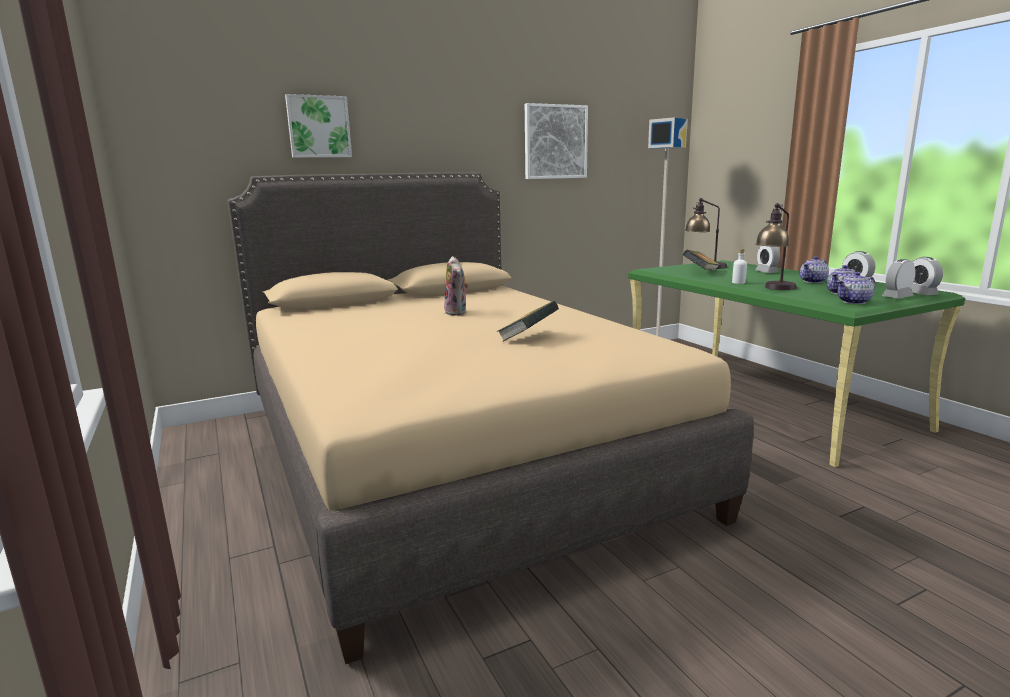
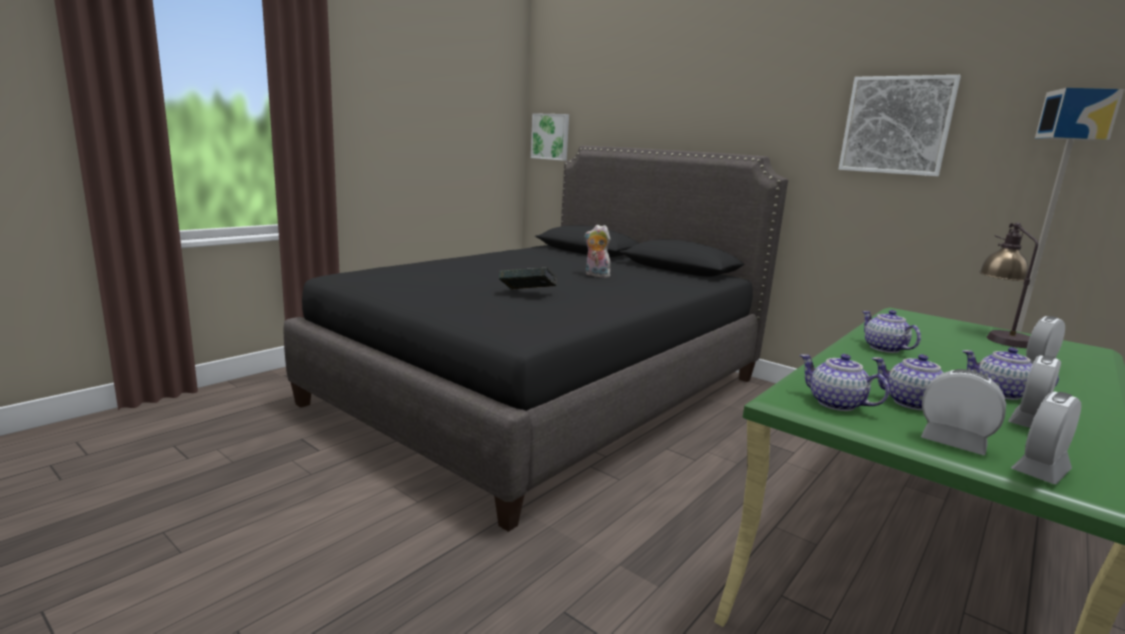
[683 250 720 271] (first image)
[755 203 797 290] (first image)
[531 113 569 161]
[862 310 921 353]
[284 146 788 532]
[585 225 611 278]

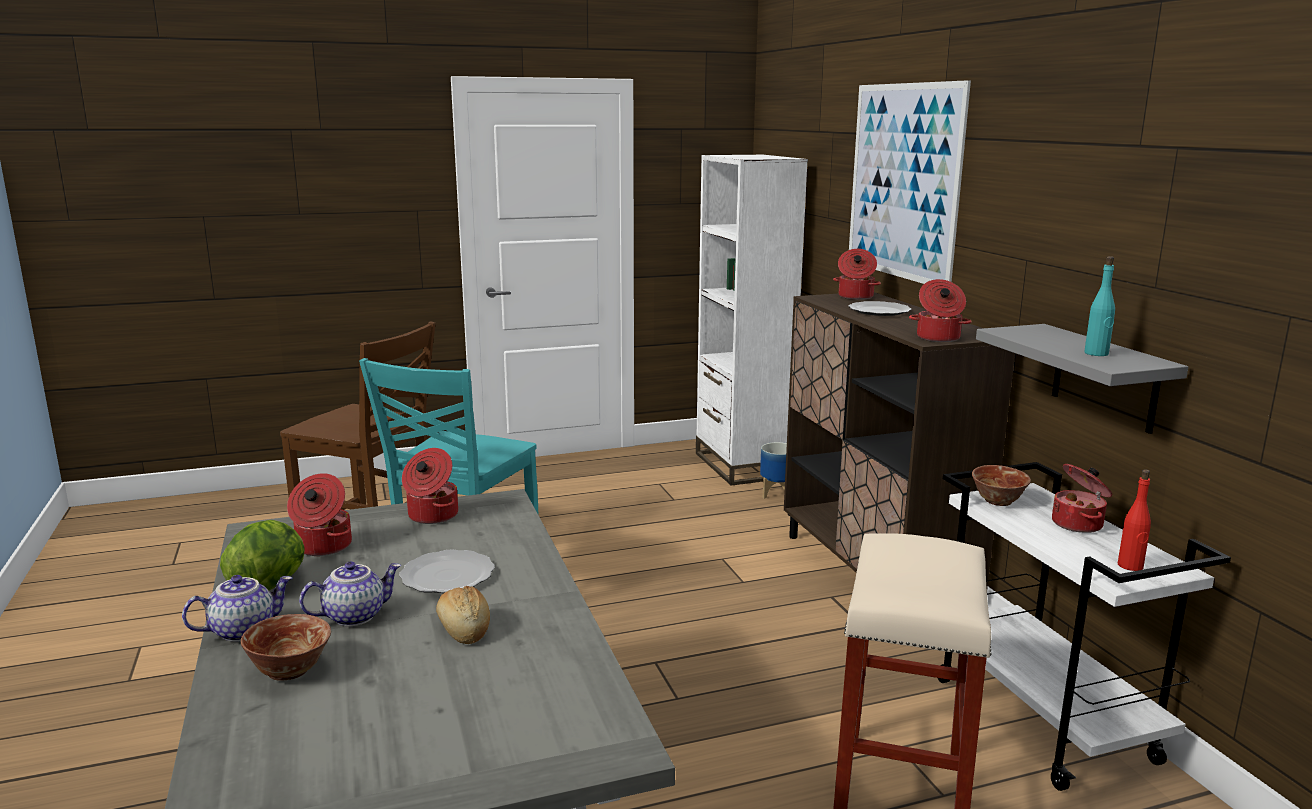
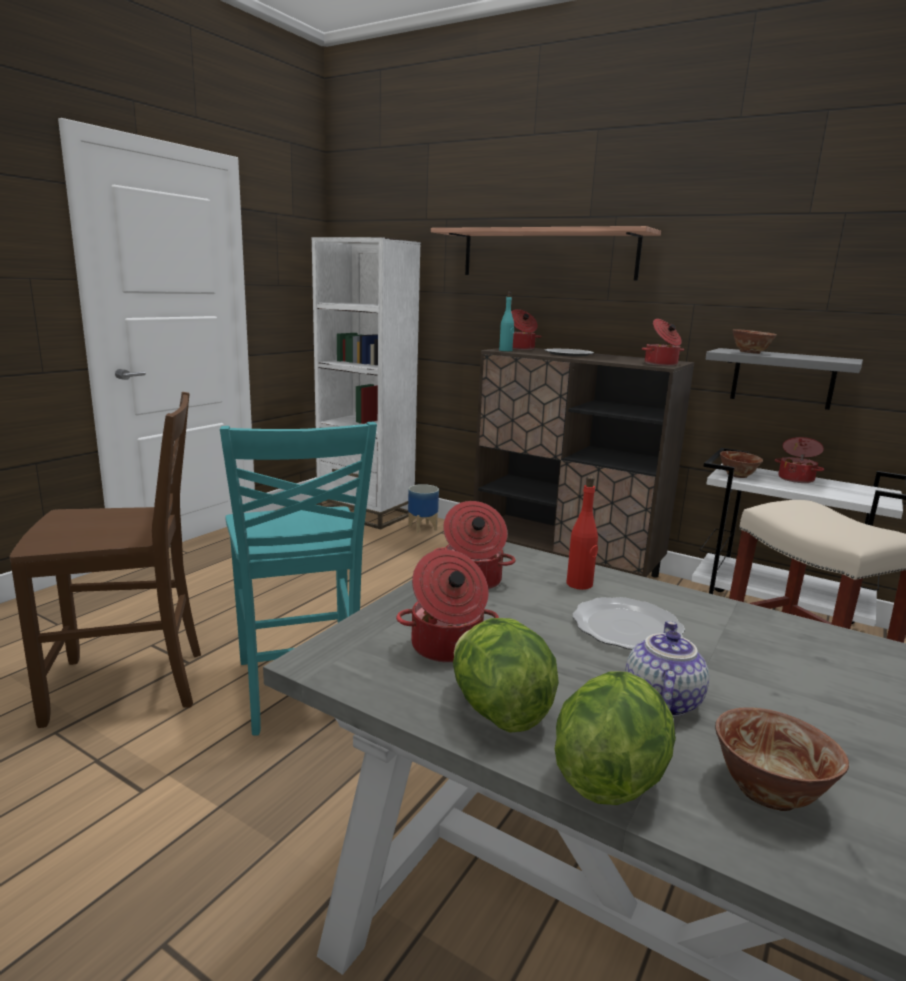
[436 586 490 644] (first image)
[732 329 777 354]
[499 292 514 351]
[567 476 598 590]
[555 672 676 805]
[431 226 661 281]

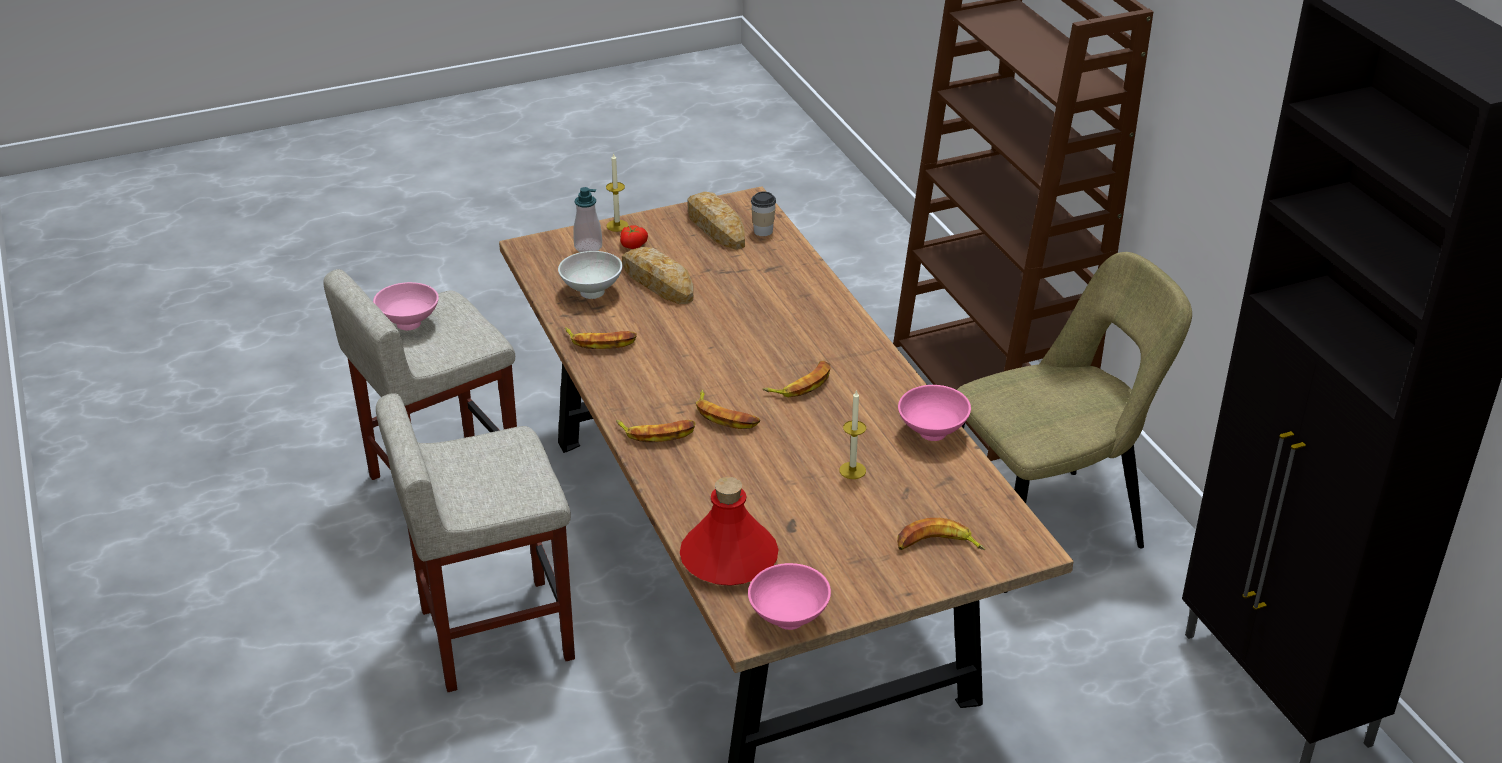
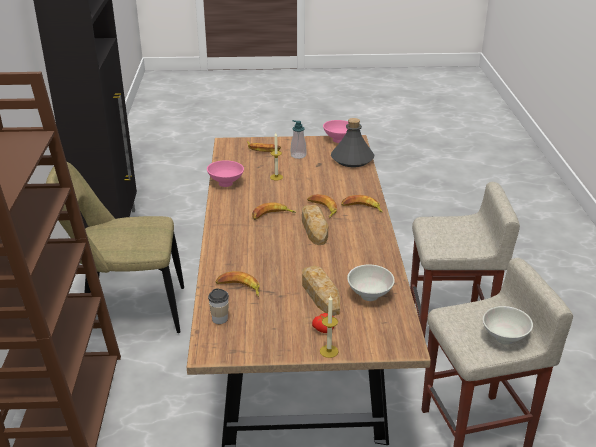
[216 271 259 297]
[291 120 306 159]
[302 205 328 245]
[483 306 533 345]
[331 118 374 167]

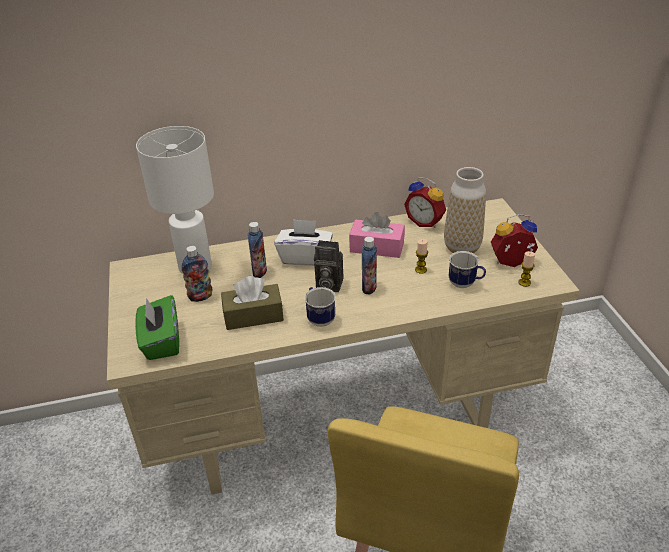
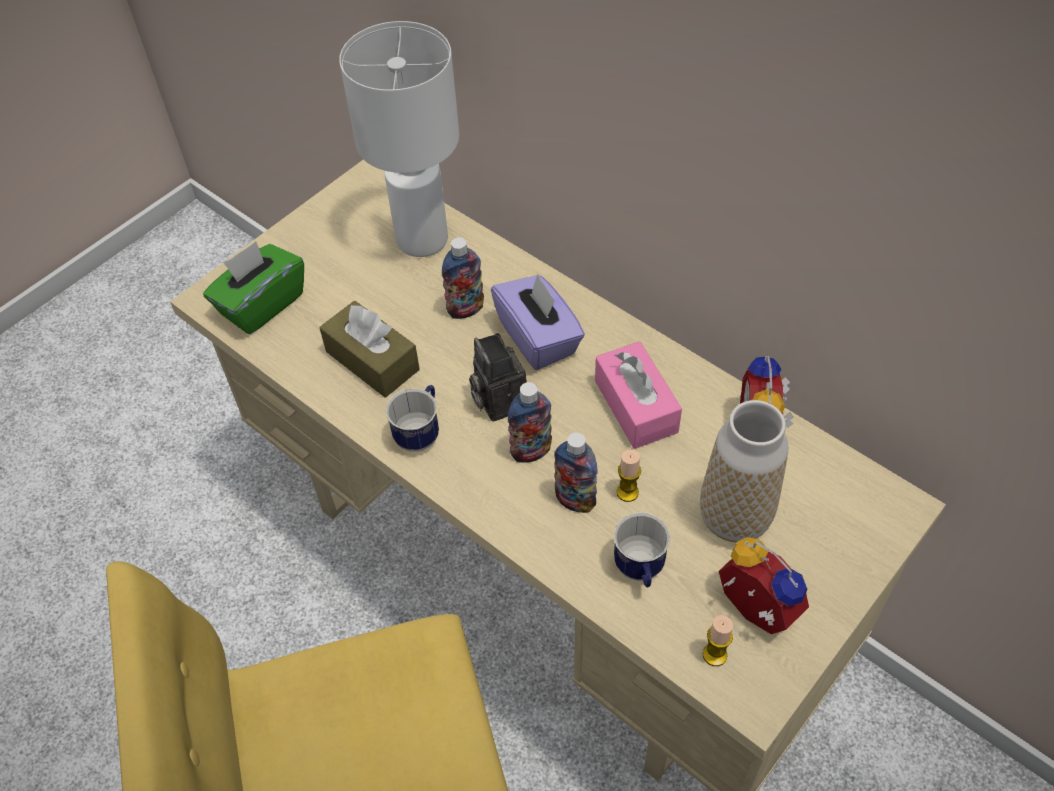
[554 432 598 513]
[491 274 585 370]

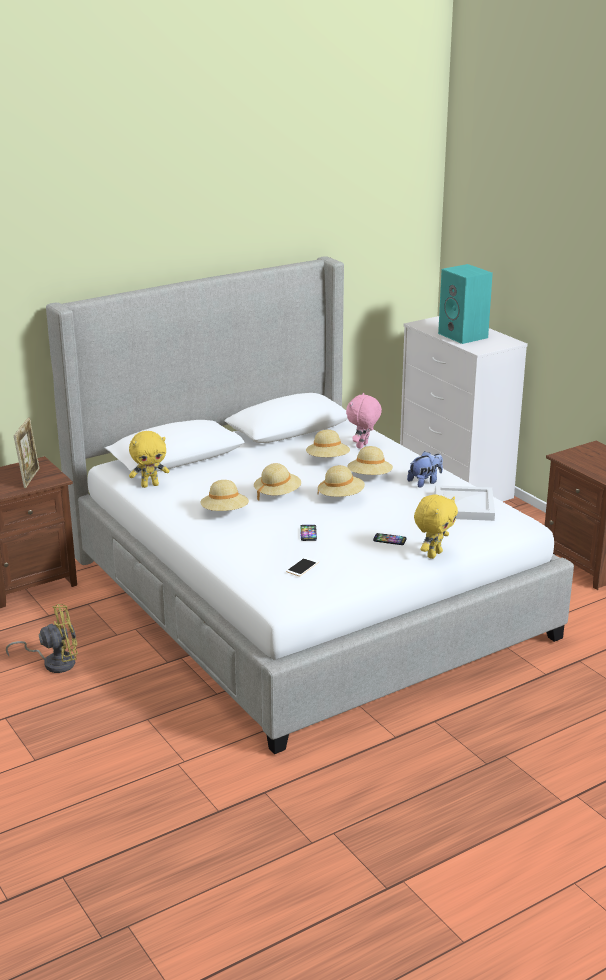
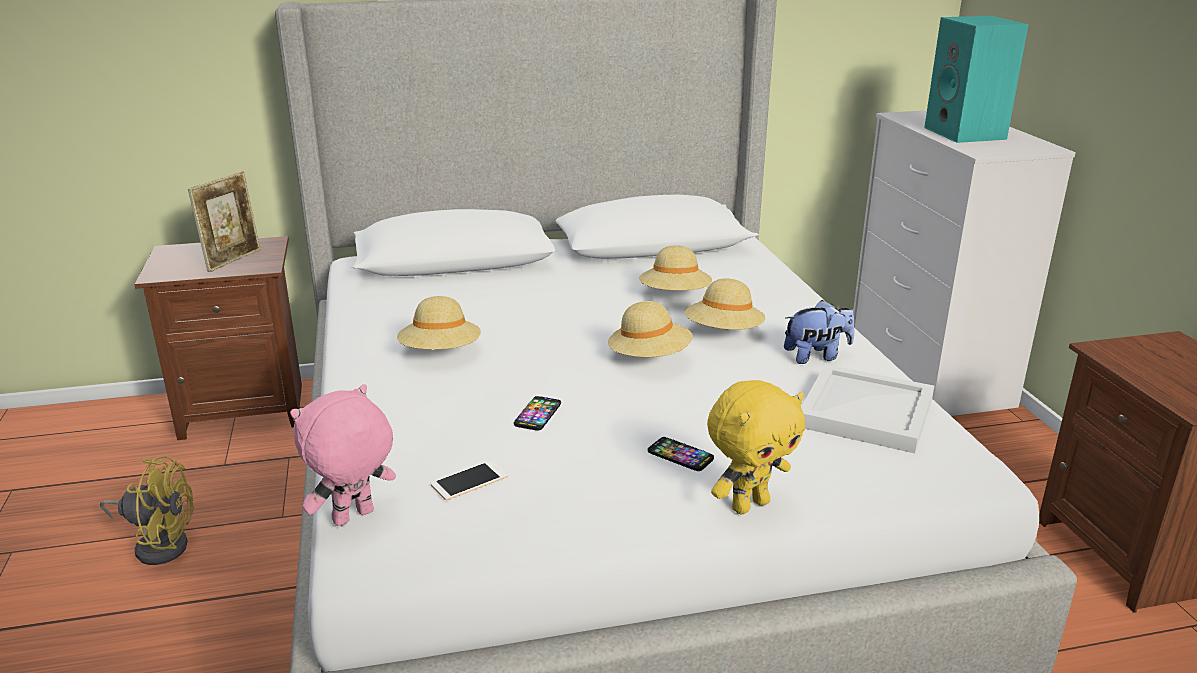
[129 431 169 488] (first image)
[254 463 301 501] (first image)
[290 384 396 526]

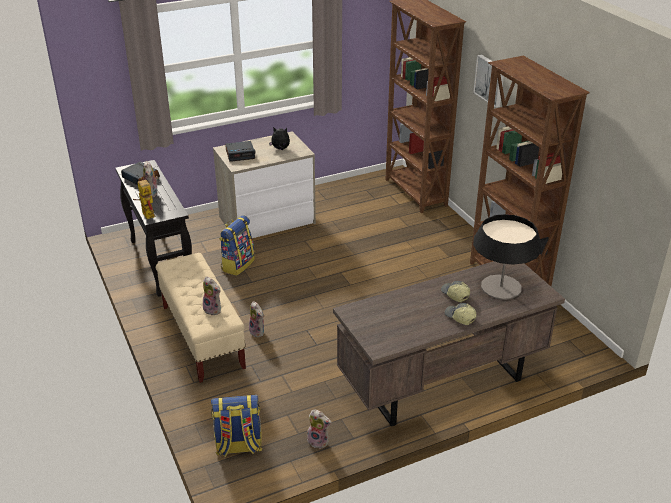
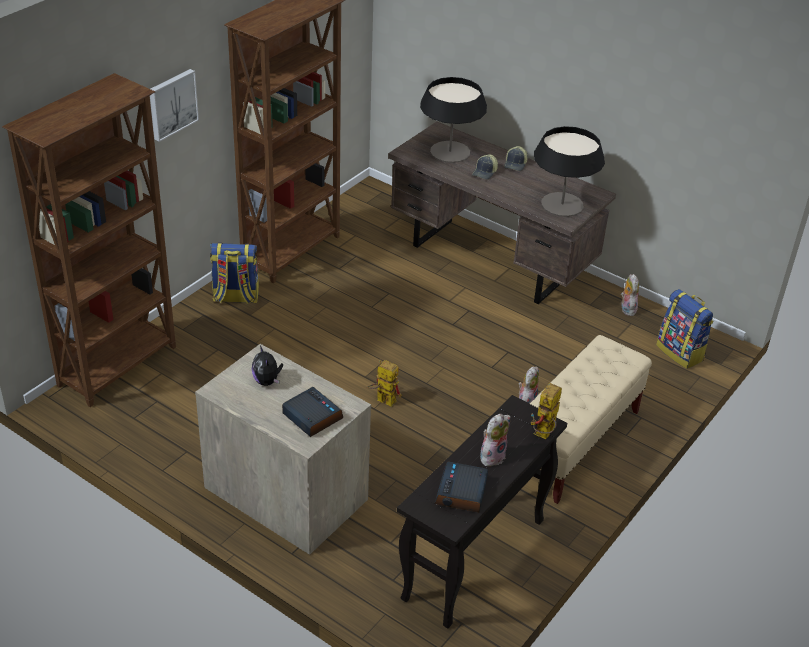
[203 276 221 316] (first image)
[367 360 402 407]
[534 126 605 217]
[210 243 259 304]

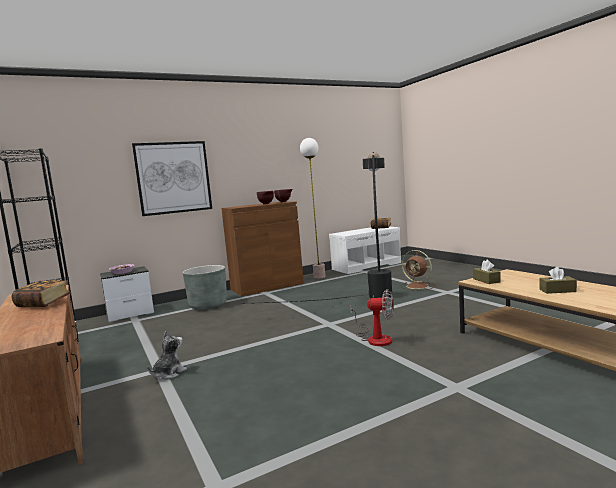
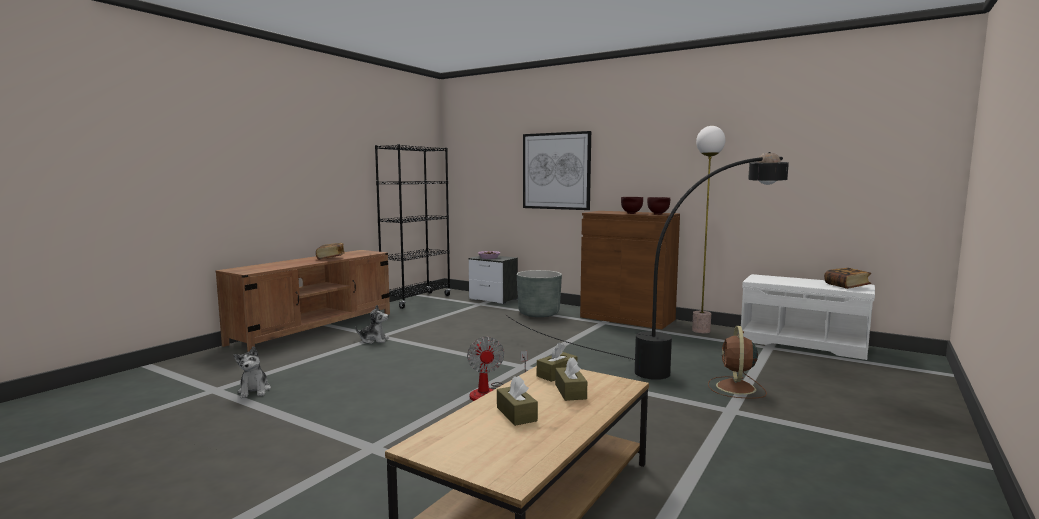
[234 346 271 398]
[555 357 587 401]

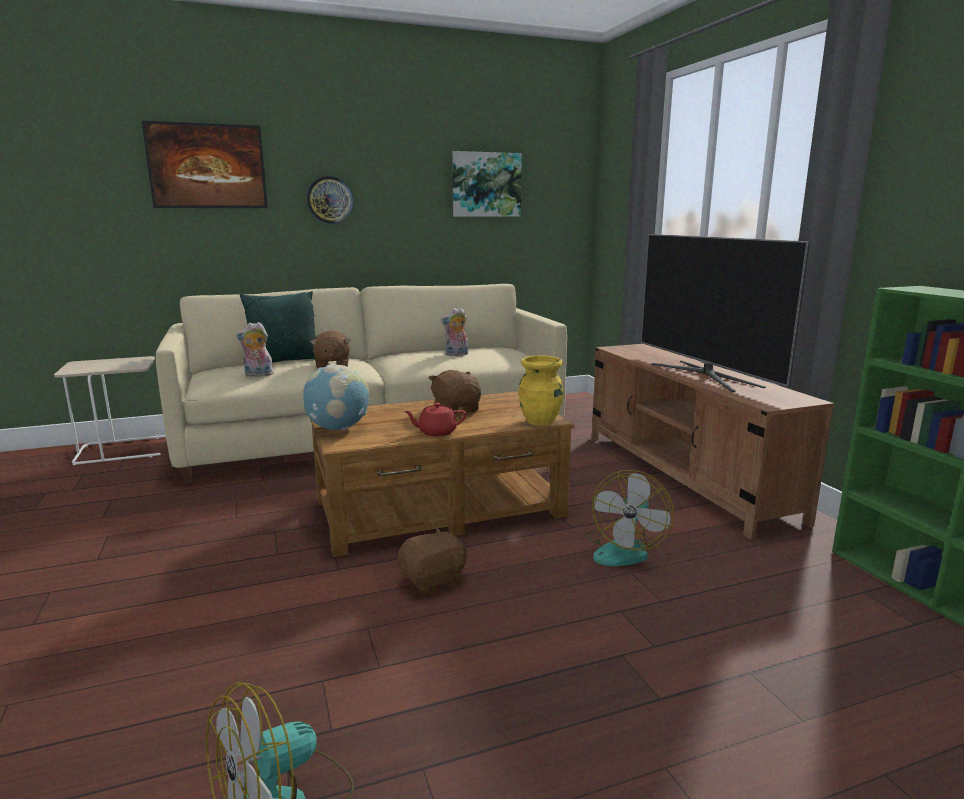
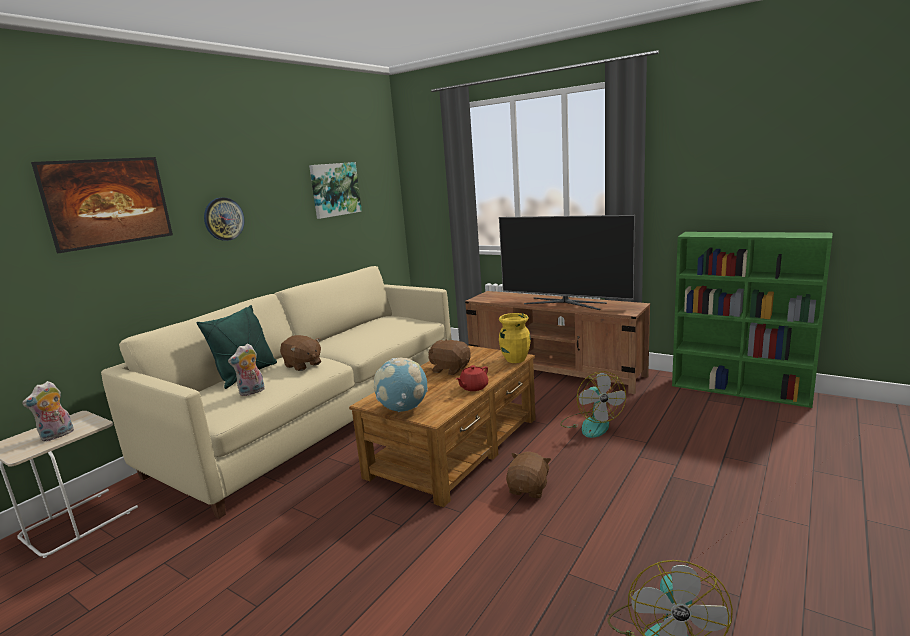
[22 381 74 442]

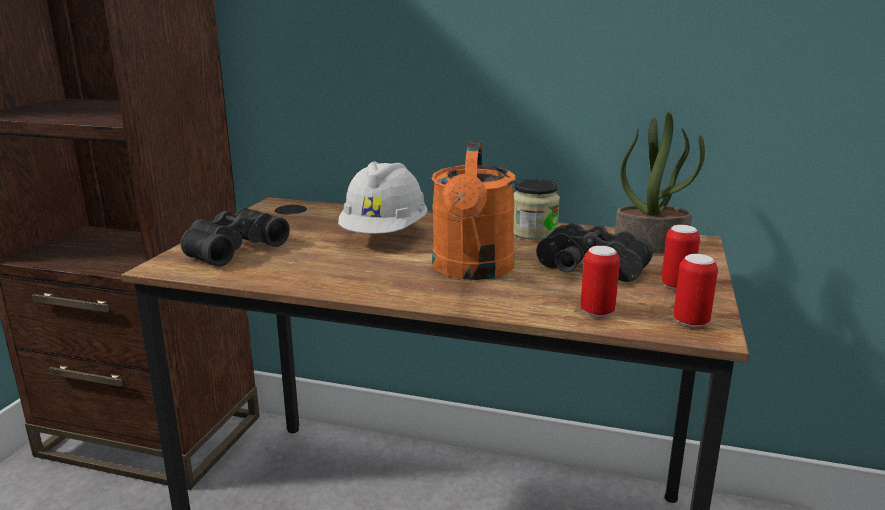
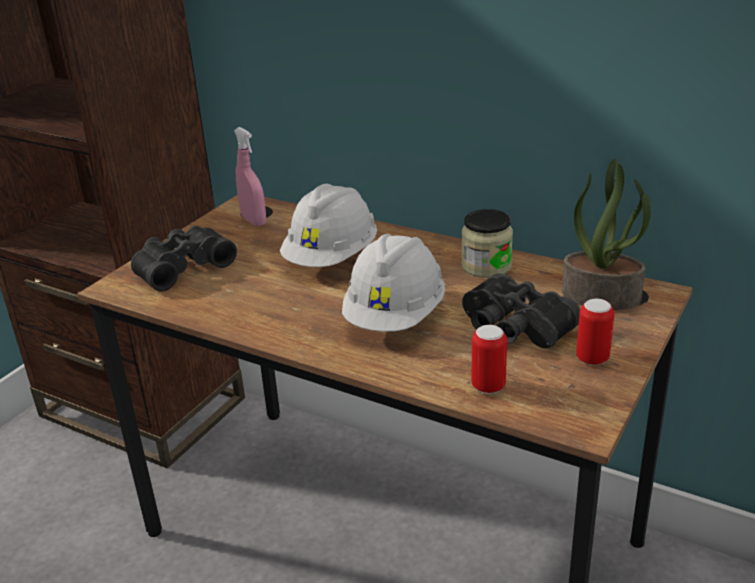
[673 254 718 327] (first image)
[234 127 266 226]
[342 234 445 332]

